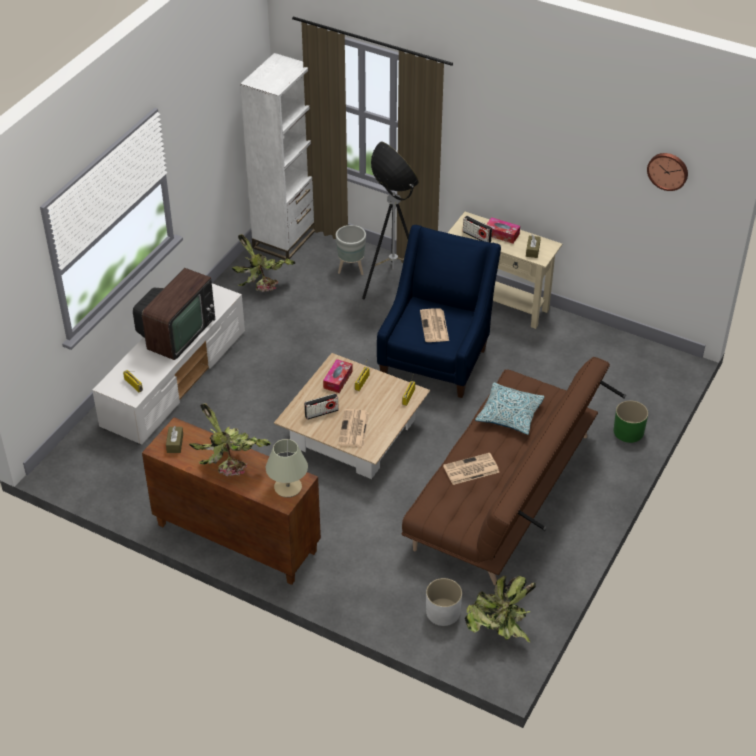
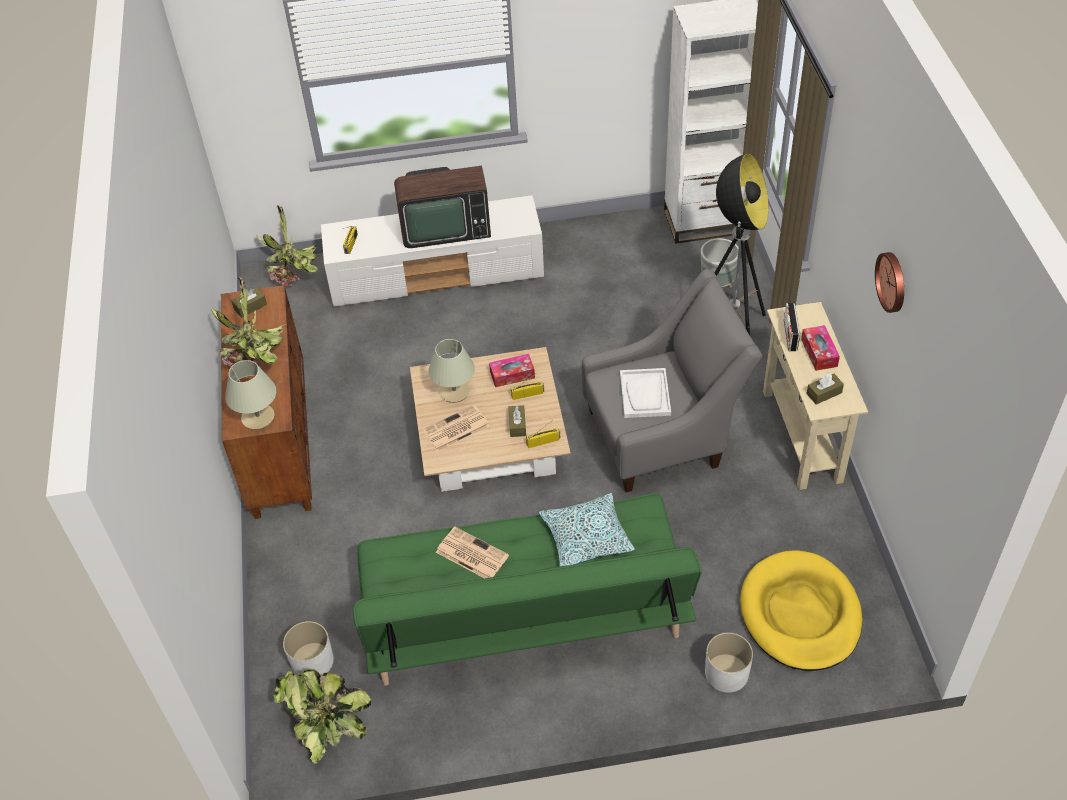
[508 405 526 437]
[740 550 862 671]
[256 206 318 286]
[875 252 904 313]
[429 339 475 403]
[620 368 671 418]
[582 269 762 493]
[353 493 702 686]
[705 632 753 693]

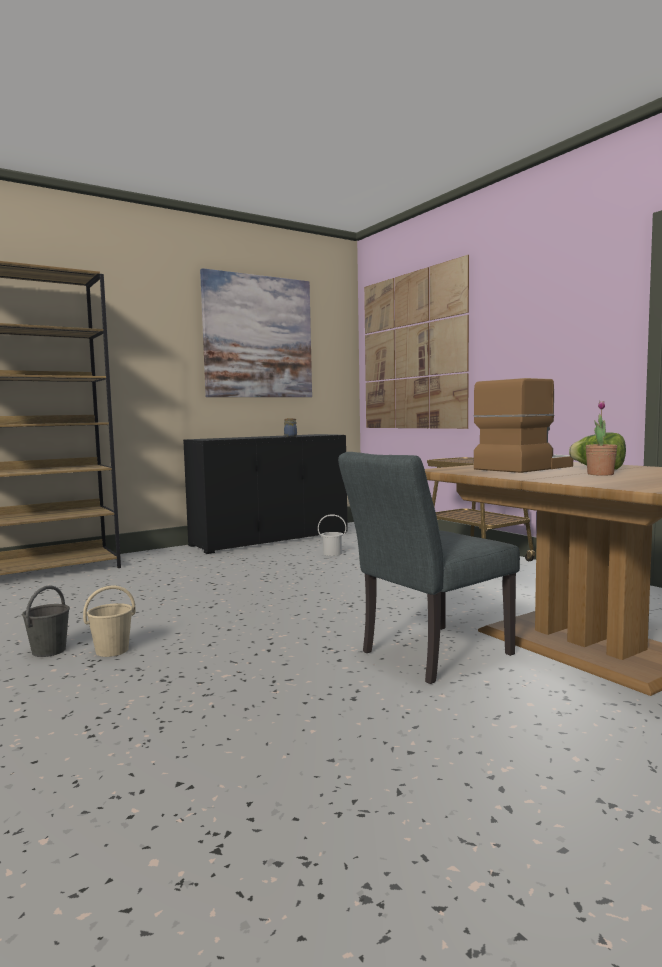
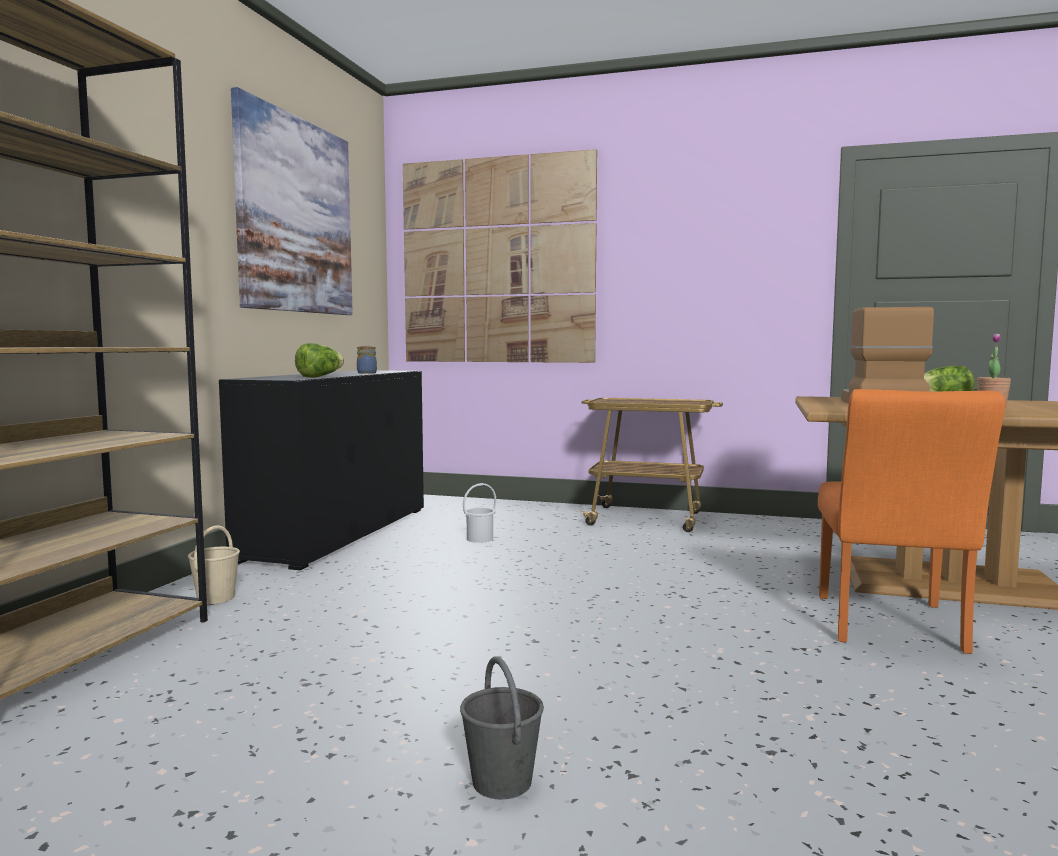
[295 343 344 377]
[188 525 240 604]
[818 389 1005 654]

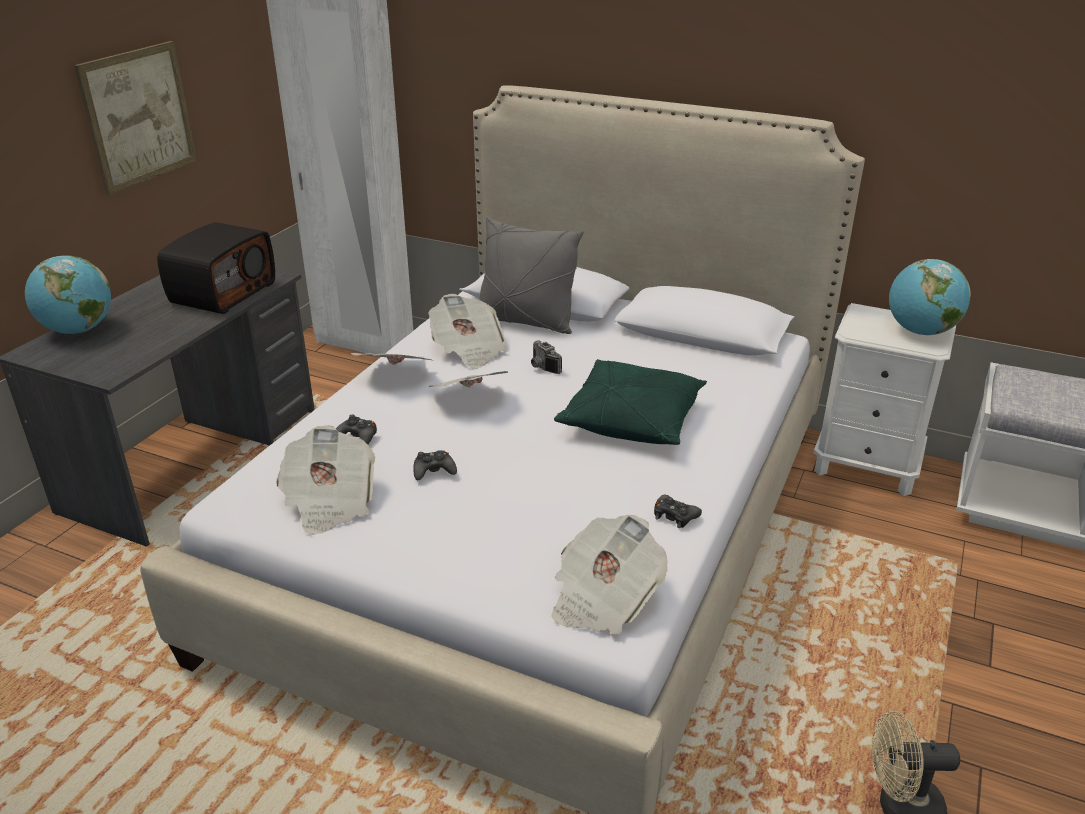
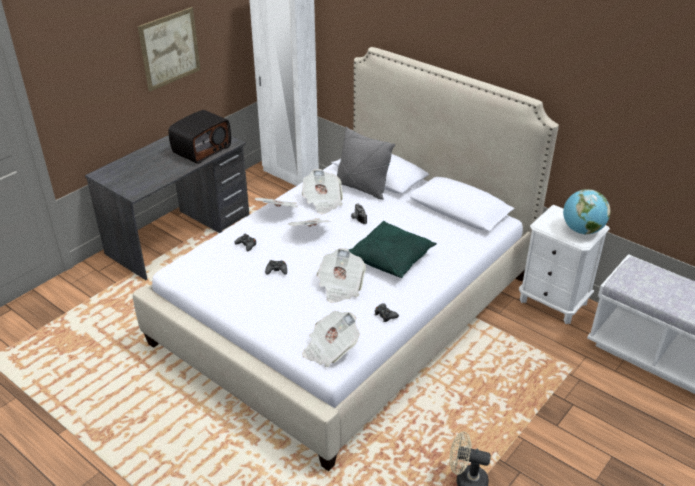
[25 255 111 334] (first image)
[317 248 366 303]

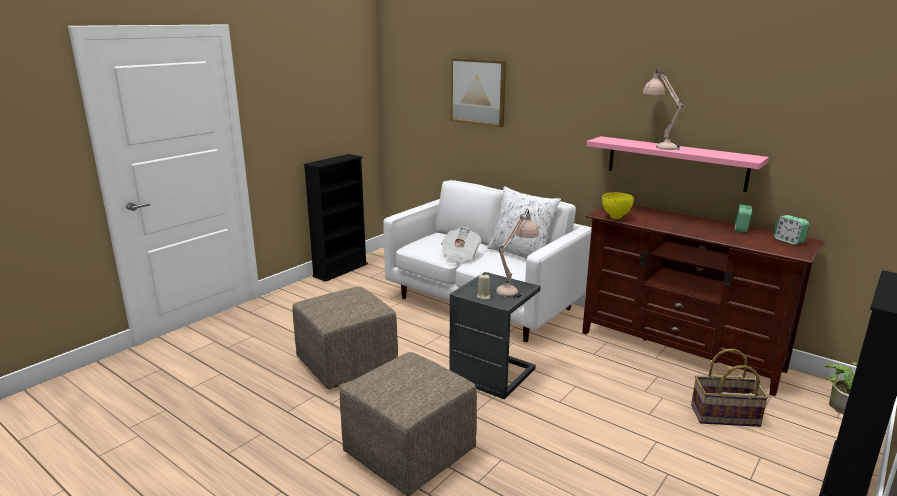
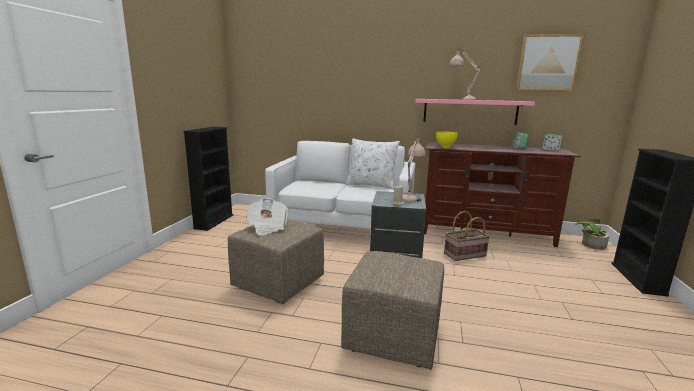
[246 198 288 235]
[516 34 584 91]
[444 211 490 261]

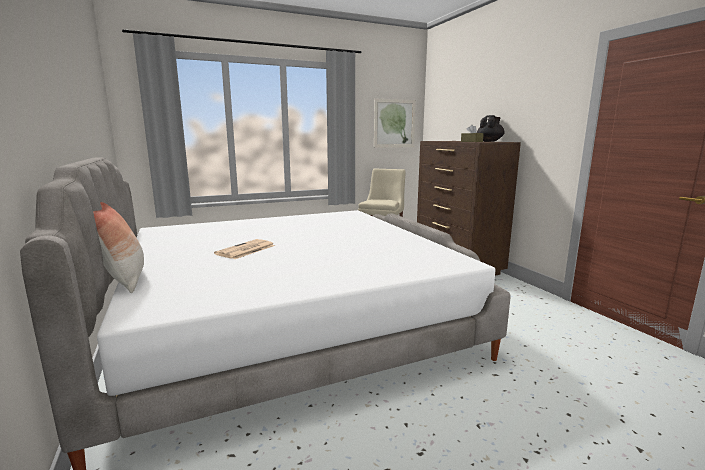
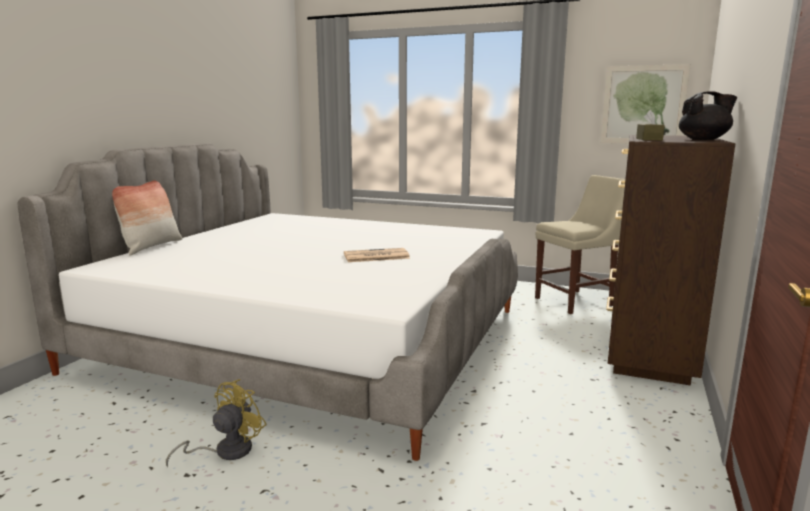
[166 379 267 467]
[344 248 410 262]

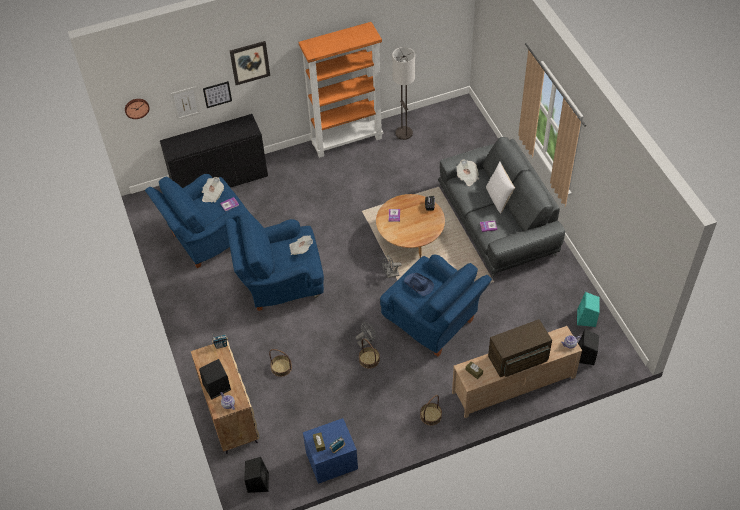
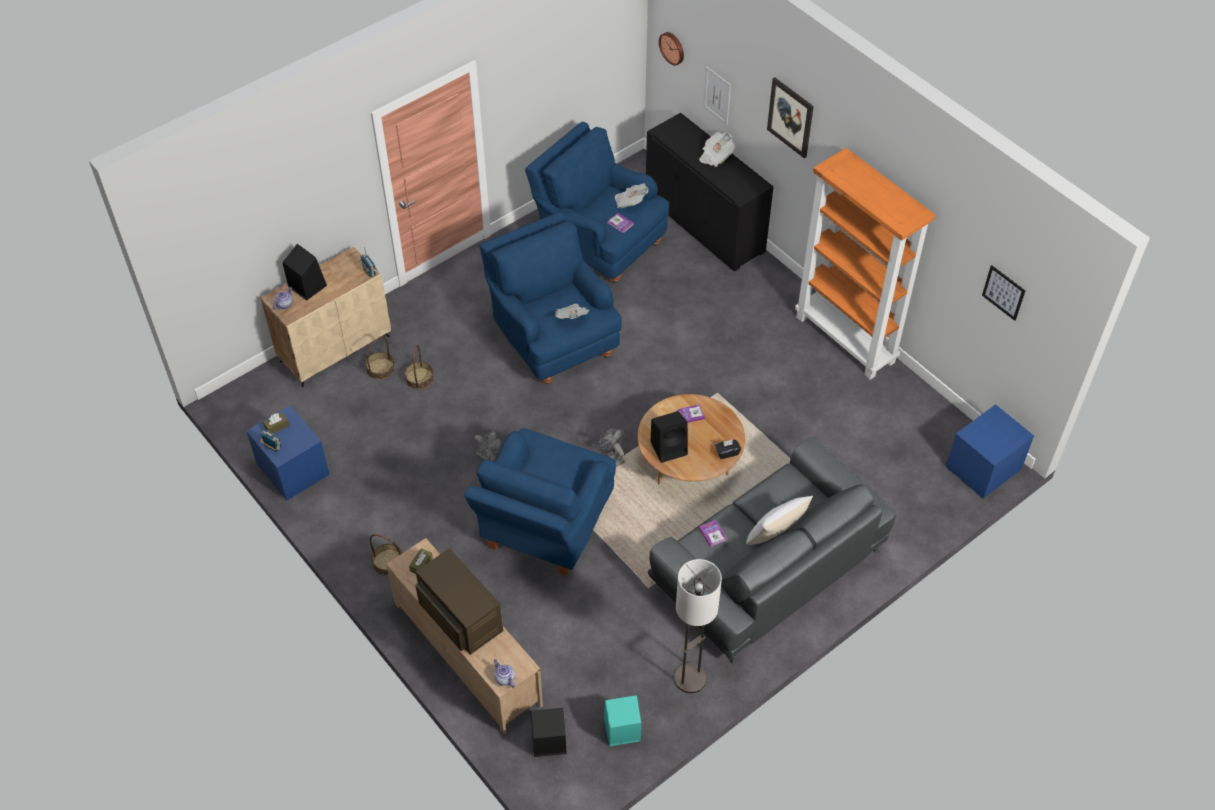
[404 273 434 296] (first image)
[946 404 1034 499]
[982 265 1025 321]
[651 411 688 463]
[365 336 395 380]
[674 559 722 693]
[699 133 735 167]

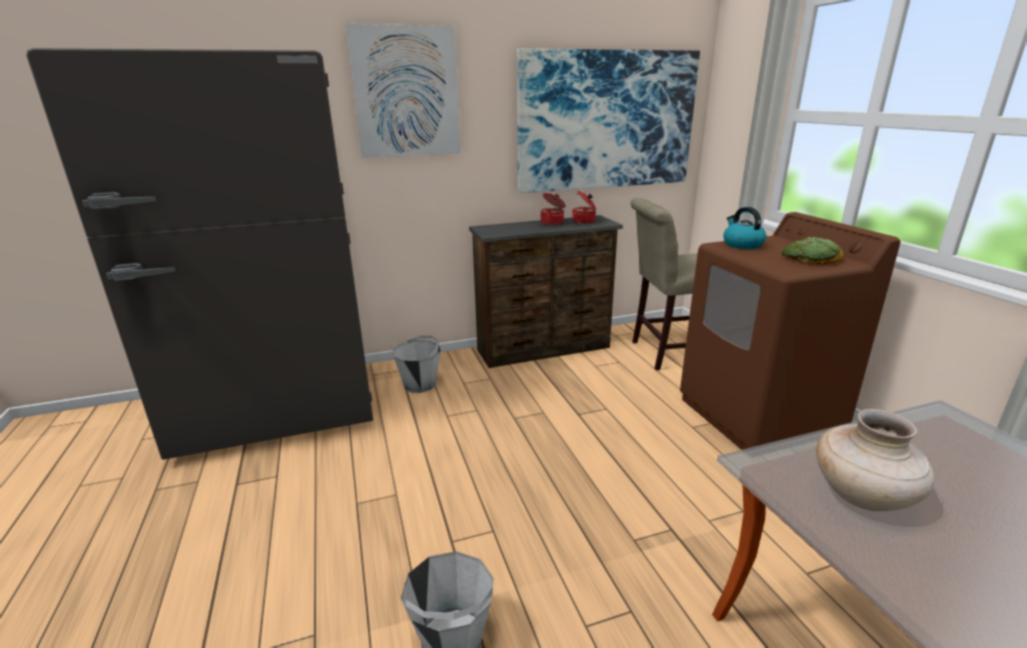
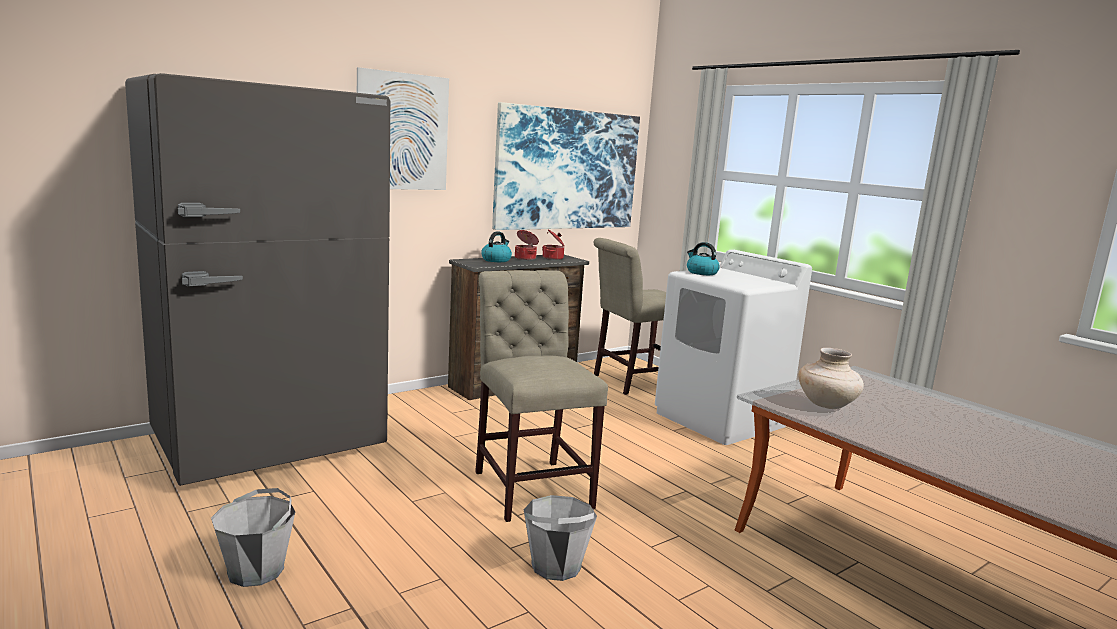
[782 237 844 265] (first image)
[475 270 608 522]
[481 231 512 262]
[211 488 295 587]
[655 250 812 445]

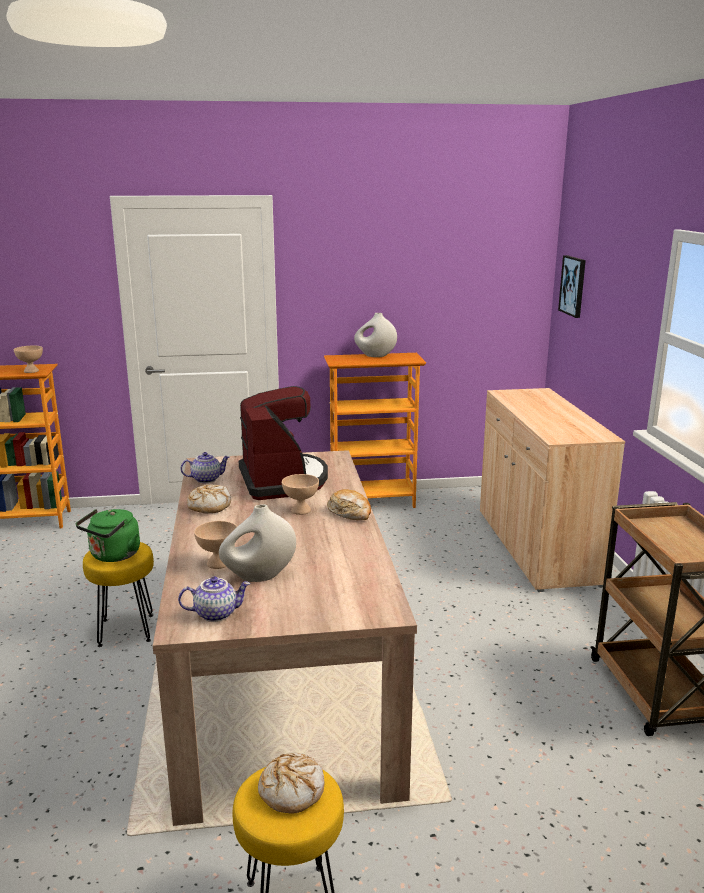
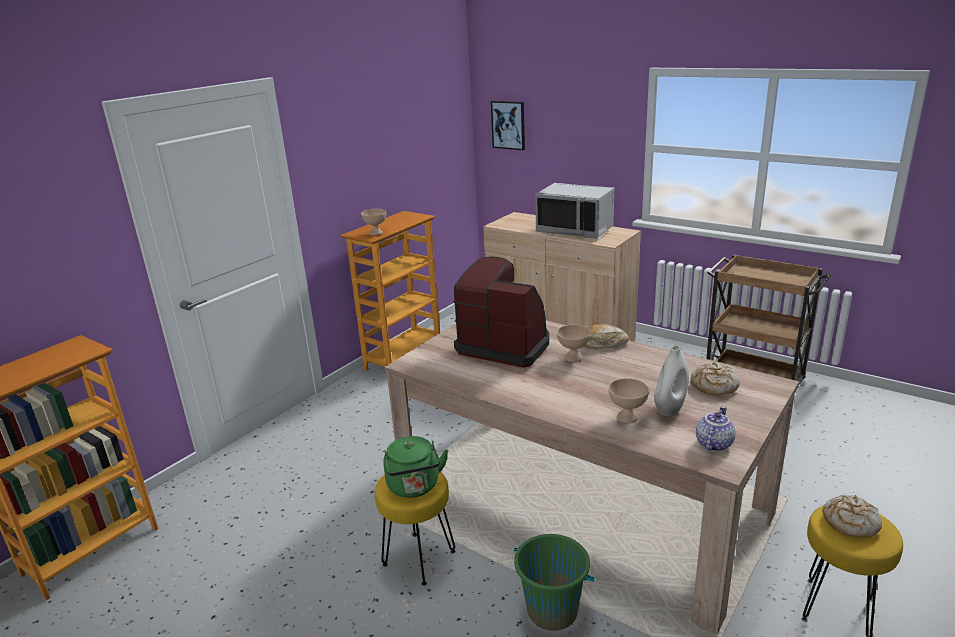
[180 452 230 483] (first image)
[354 313 397 357] (first image)
[514 534 595 631]
[535 183 614 239]
[361 209 386 235]
[690 362 740 395]

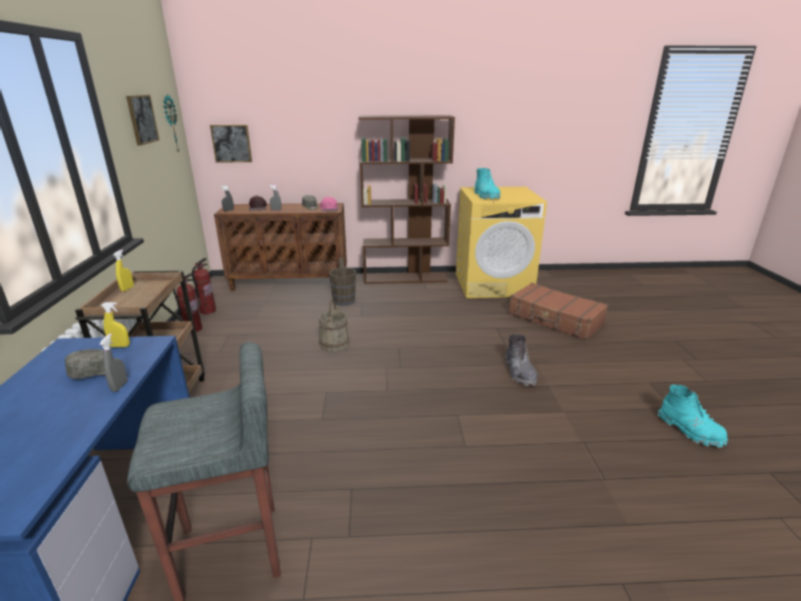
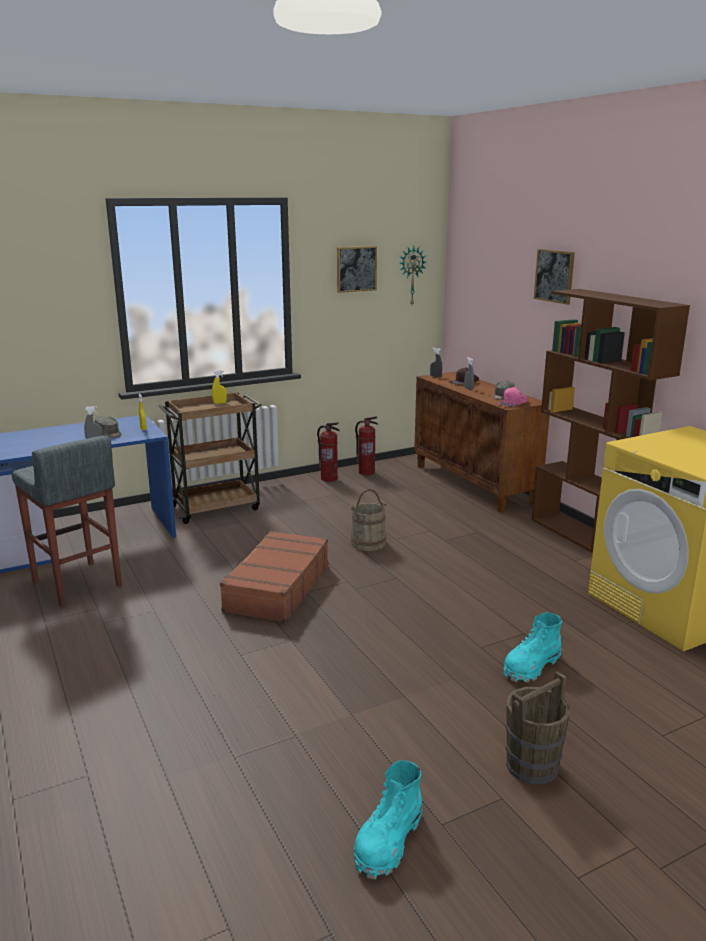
[505 334 537 386] (first image)
[534 249 575 305]
[506 671 570 784]
[503 612 562 682]
[220 531 328 623]

